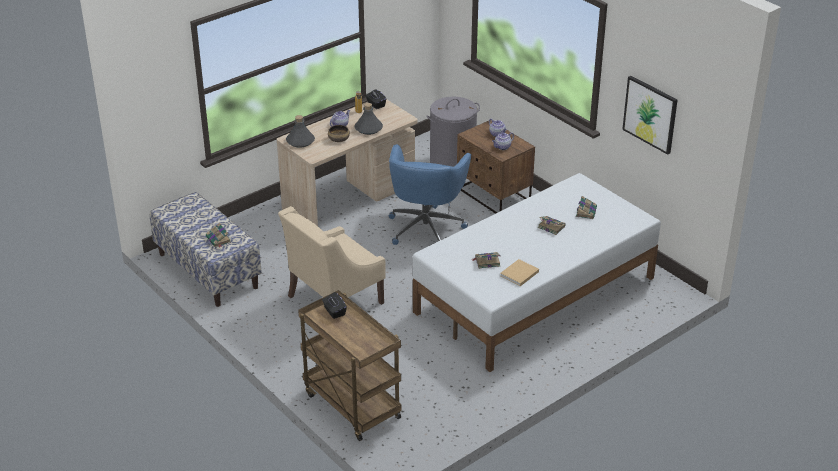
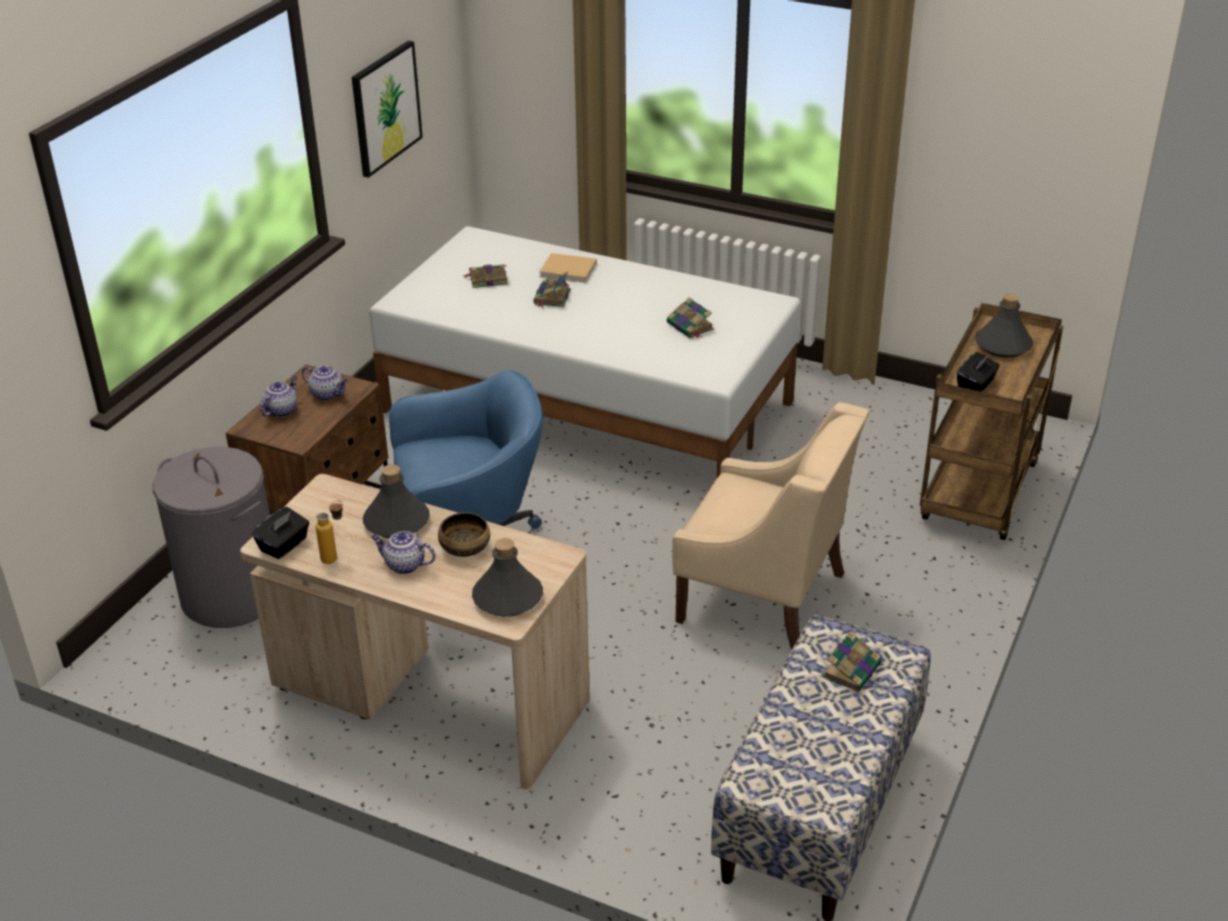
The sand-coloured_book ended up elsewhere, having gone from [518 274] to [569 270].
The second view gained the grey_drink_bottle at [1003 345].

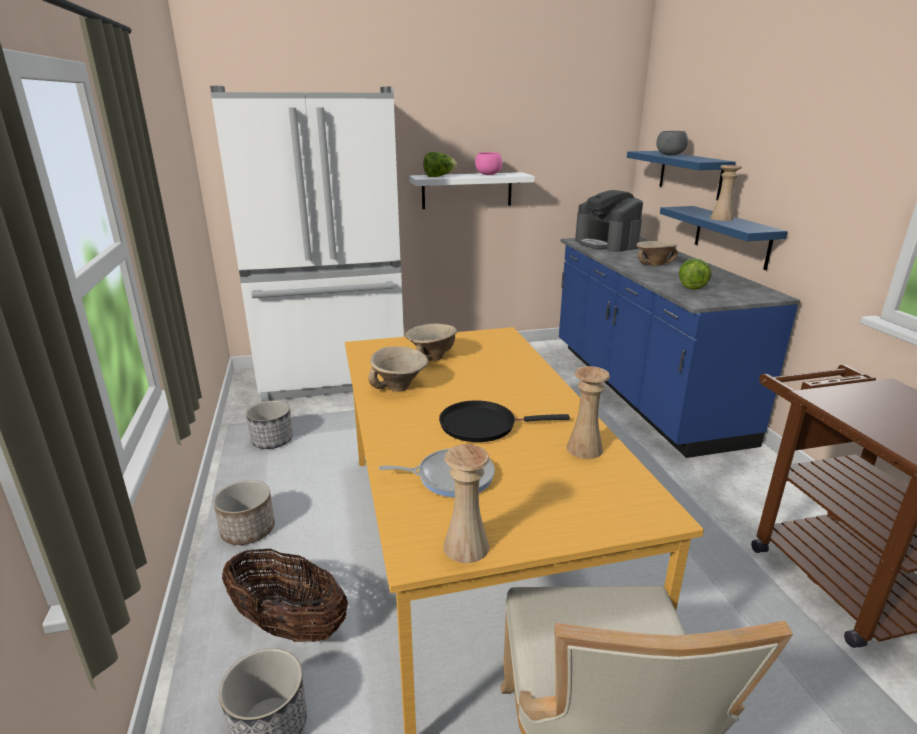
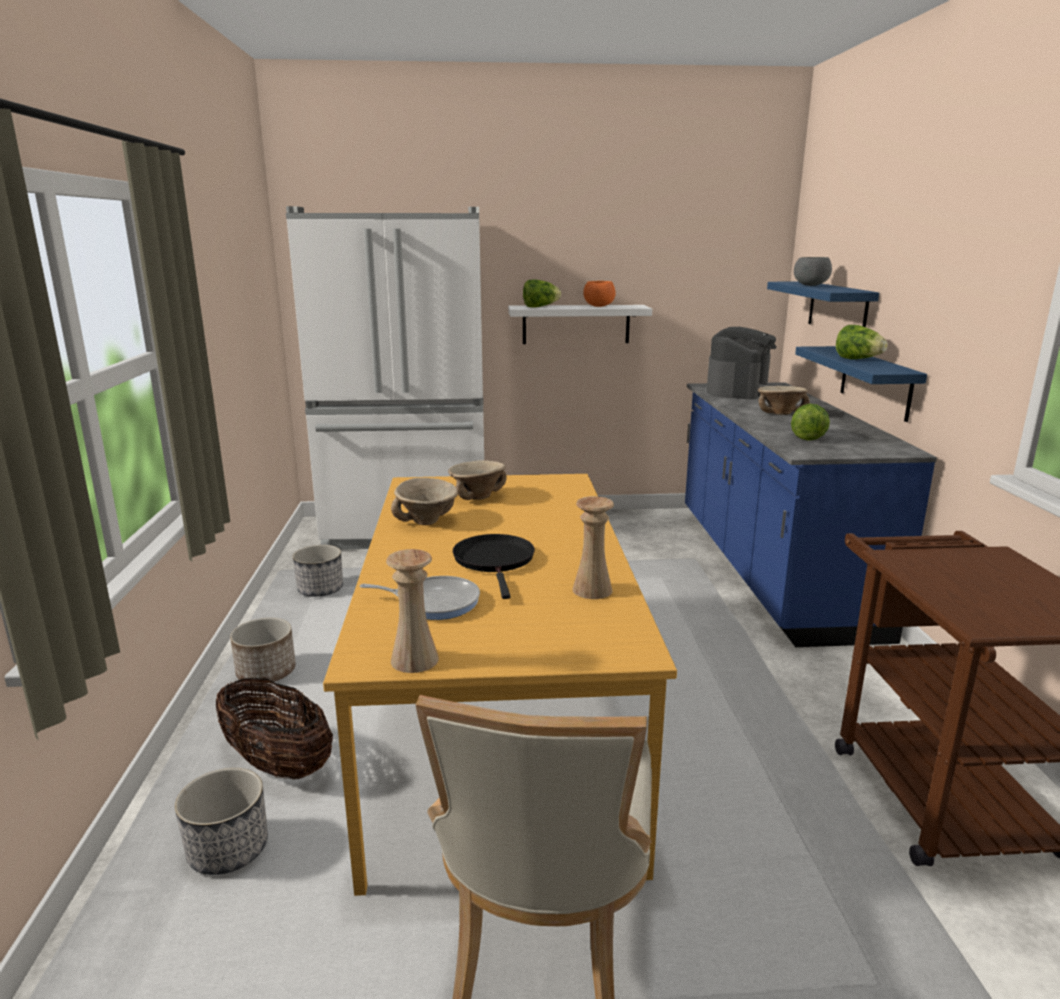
The black-coloured_skillet at [483 425] ended up facing another way, 75 degrees clockwise from before.
What was the pink-coloured_serving_bowl at [488 175] turned into the orangey_serving_bowl at [598 306].
The coffee_machine at [607 244] ended up facing another way, 135 degrees counterclockwise from before.
Where the sand-coloured_flower_vase stood at [721 218], the head_of_lettuce came to stand at [858 359].

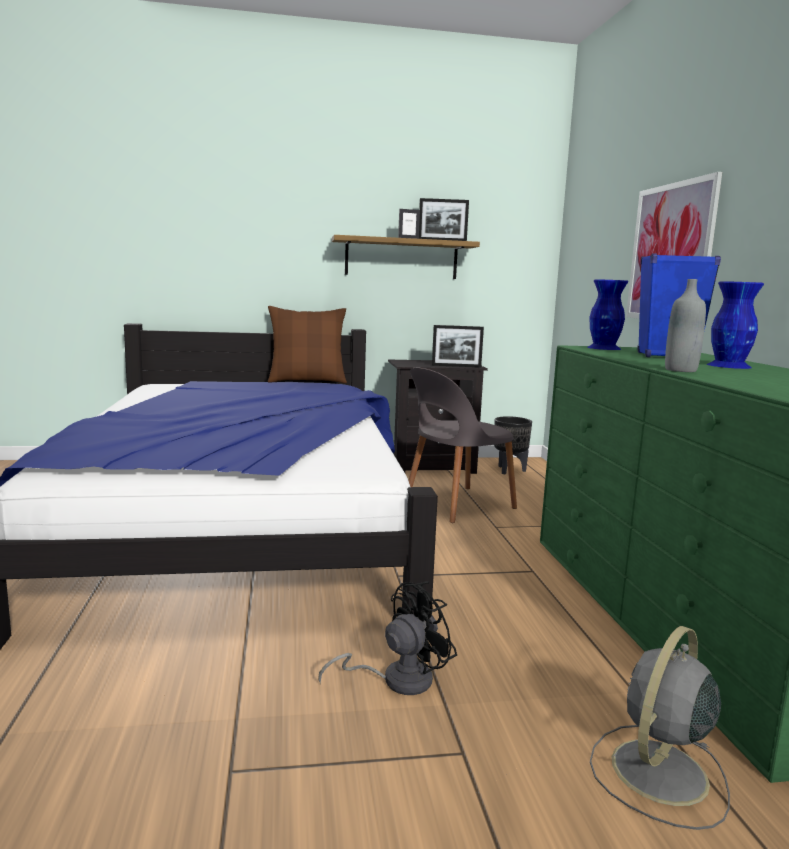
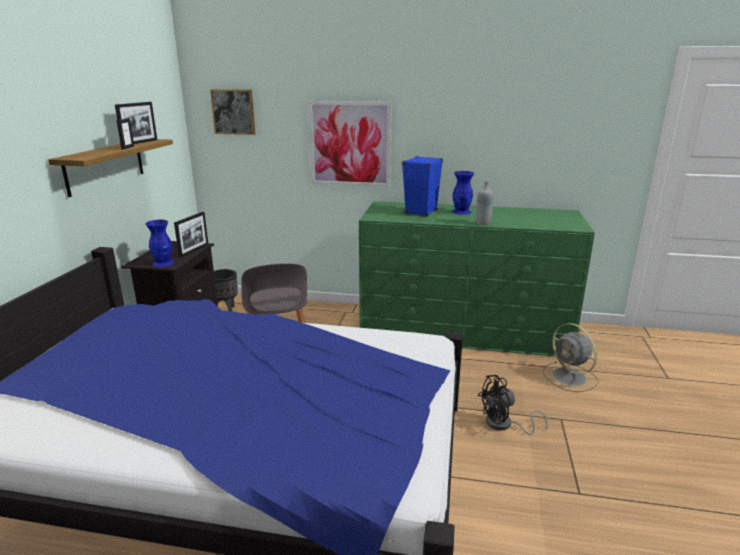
The second view lost the brown-coloured_pillow at [307 381].
The black-coloured_fan at [396 680] ended up facing another way, 90 degrees counterclockwise from before.
The blue-coloured_flower_vase ended up elsewhere, having gone from [604 348] to [163 263].
The second view gained the wall_picture at [233 112].

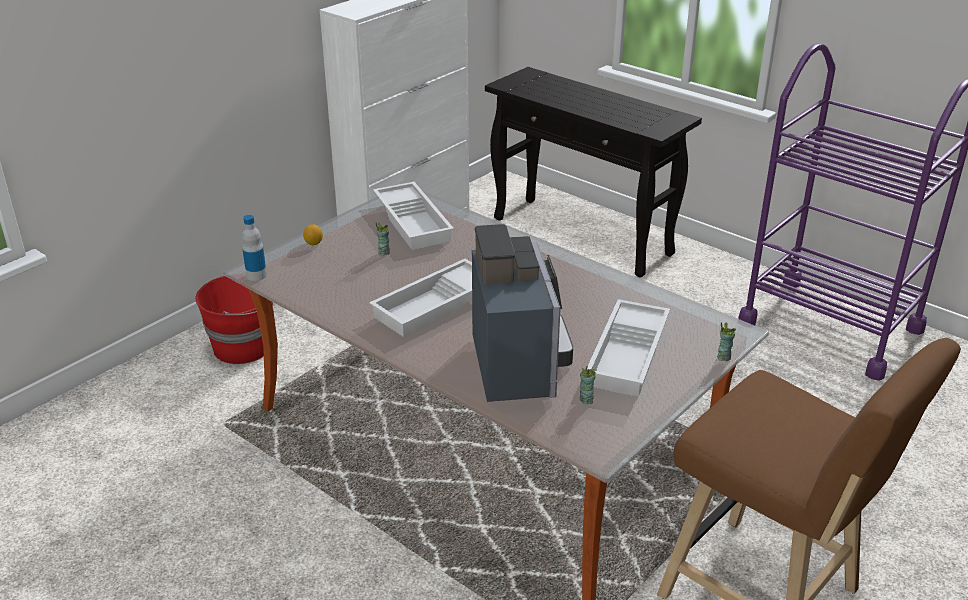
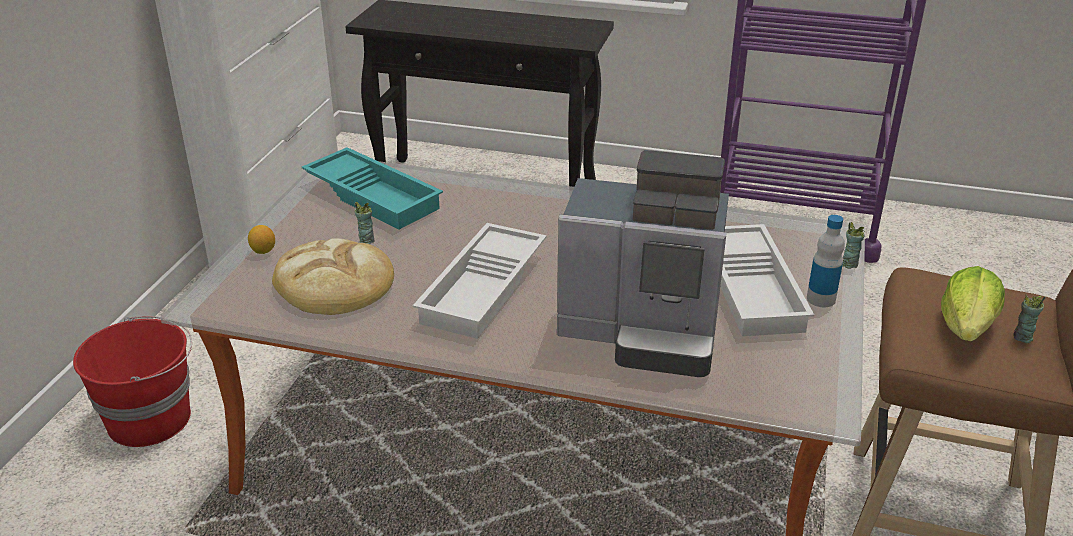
The drink_bottle ended up elsewhere, having gone from [256 275] to [821 299].
What was the whitish_serving_tray at [414 221] turned into the blue-green_serving_tray at [375 195].
The coffee_machine at [519 364] ended up facing another way, 135 degrees clockwise from before.
The drinking_cup ended up elsewhere, having gone from [586 399] to [1022 337].
The second view gained the bread at [334 283].
The second view gained the head_of_lettuce at [966 328].

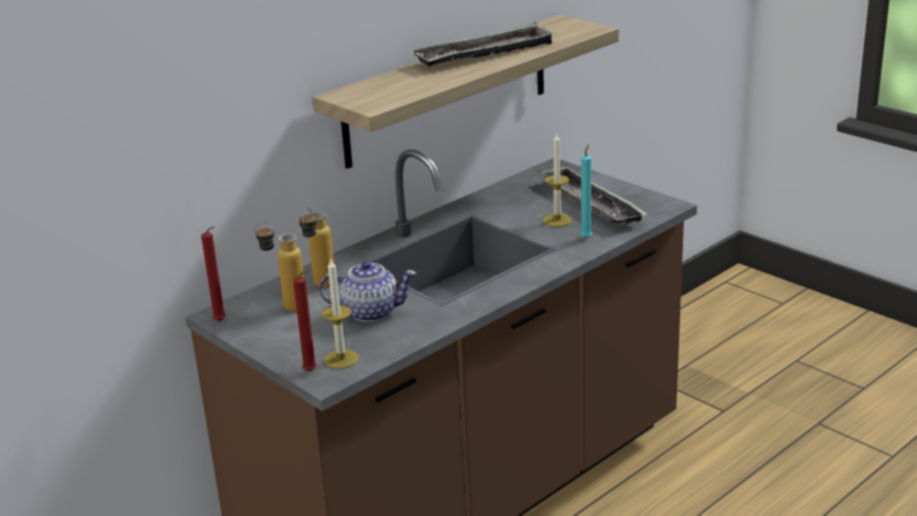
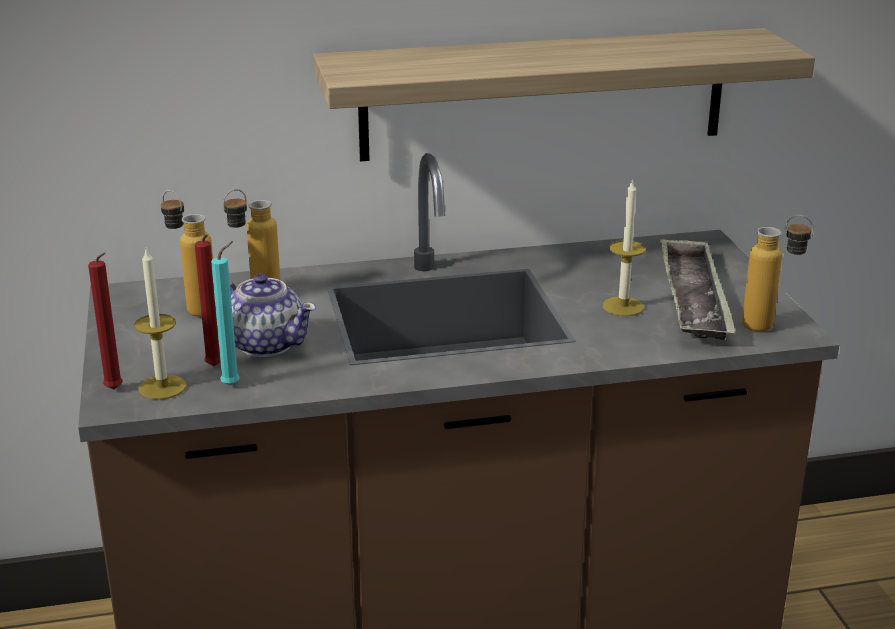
The reddish_wax_candle ended up elsewhere, having gone from [221 322] to [215 367].
The second view lost the serving_tray at [485 54].
The blue-green_wax_candle ended up elsewhere, having gone from [586 237] to [233 384].
The second view gained the drink_bottle at [770 328].

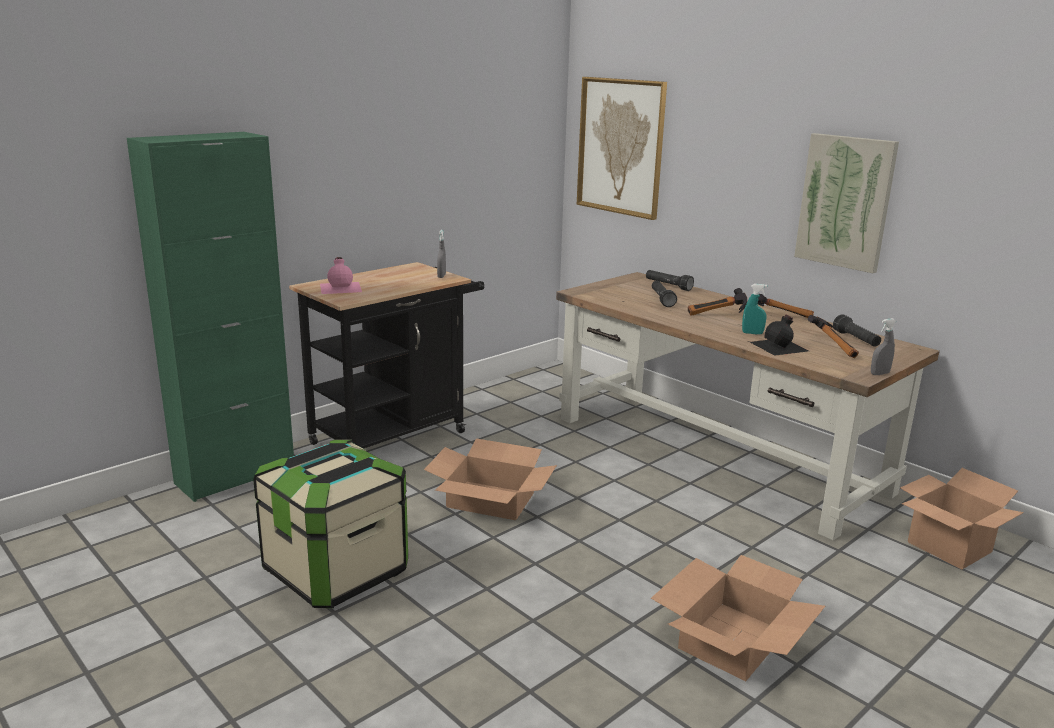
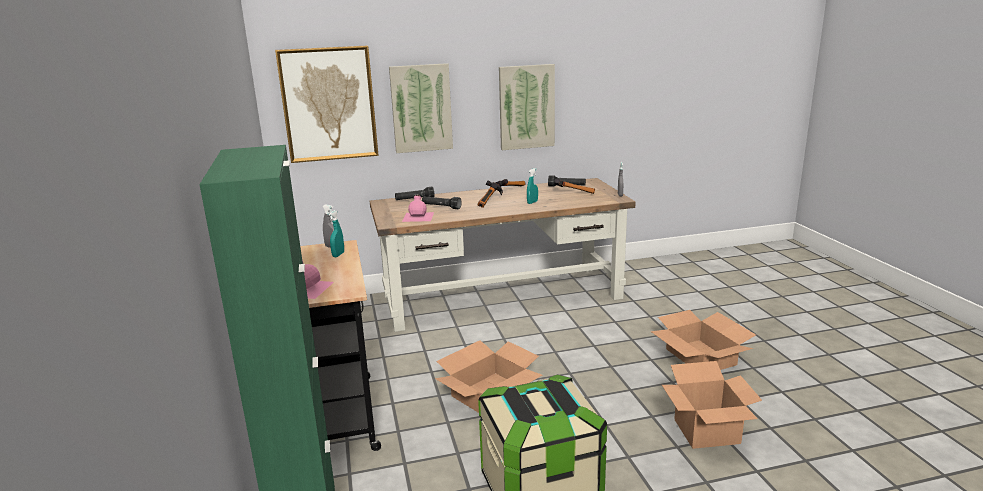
The second view lost the black-coloured_drink_bottle at [780 346].
The cardboard_box ended up elsewhere, having gone from [950 547] to [707 431].
The second view gained the blue-green_hand_sprayer at [338 255].
The second view gained the wall_picture at [421 108].
The second view gained the pink-coloured_drink_bottle at [418 216].

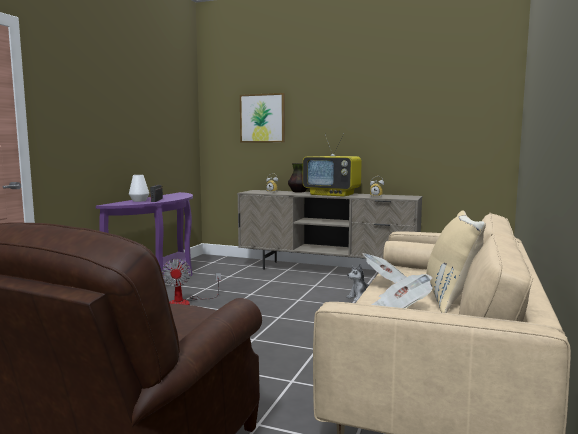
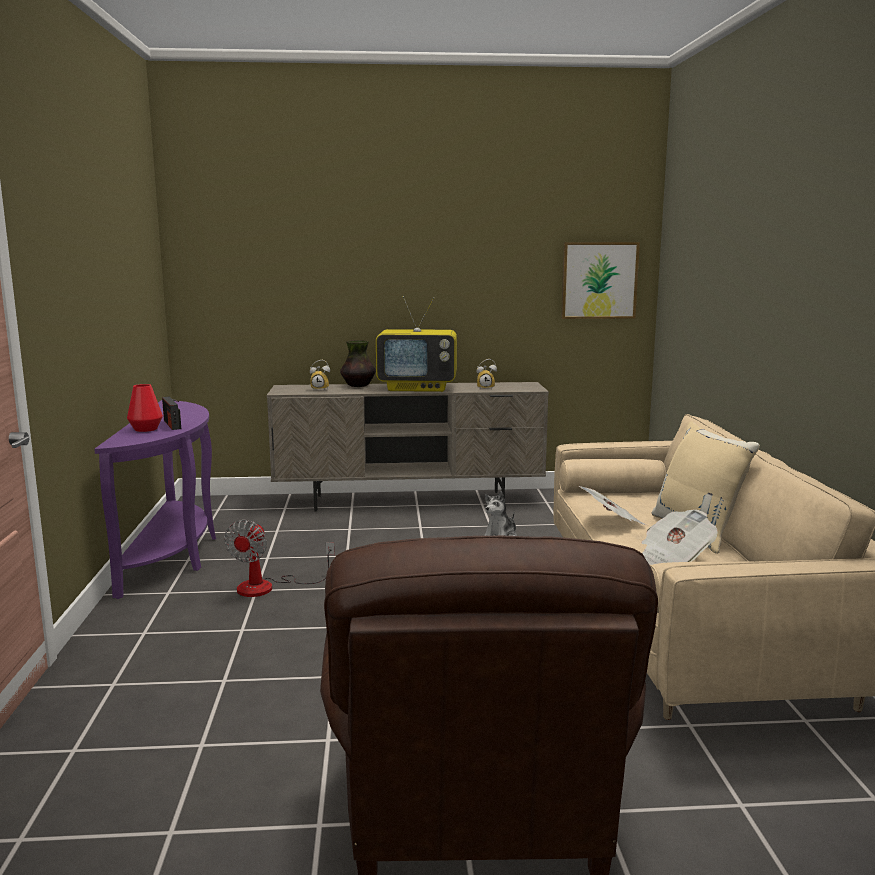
What was the whitish_flower_vase at [139 201] turned into the reddish_flower_vase at [146 429].
The fan at [186 303] ended up facing another way, 45 degrees clockwise from before.
The wall_picture ended up elsewhere, having gone from [262 118] to [599 280].

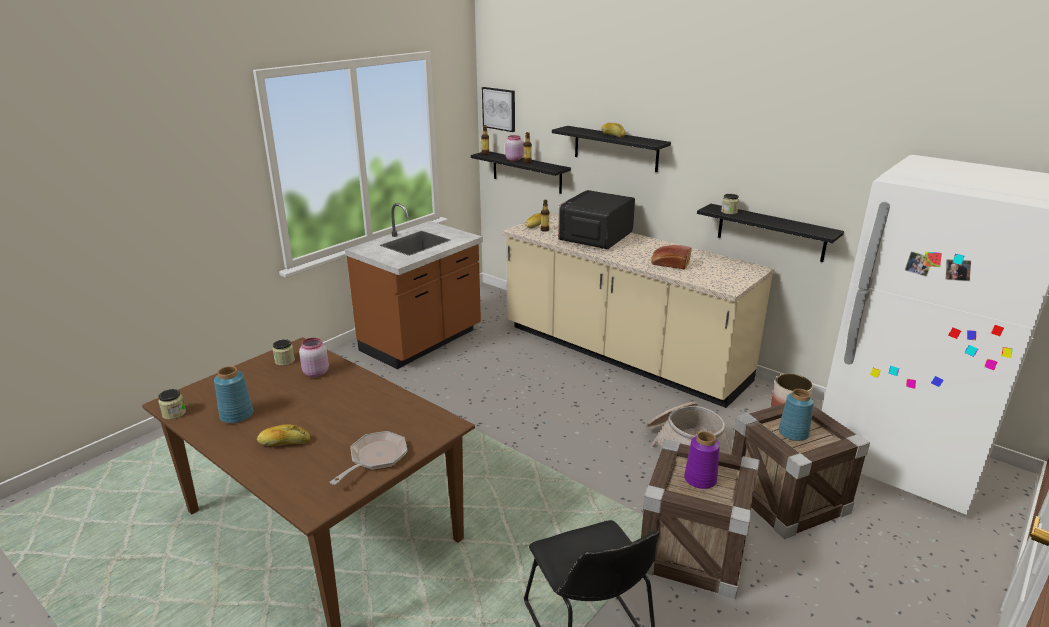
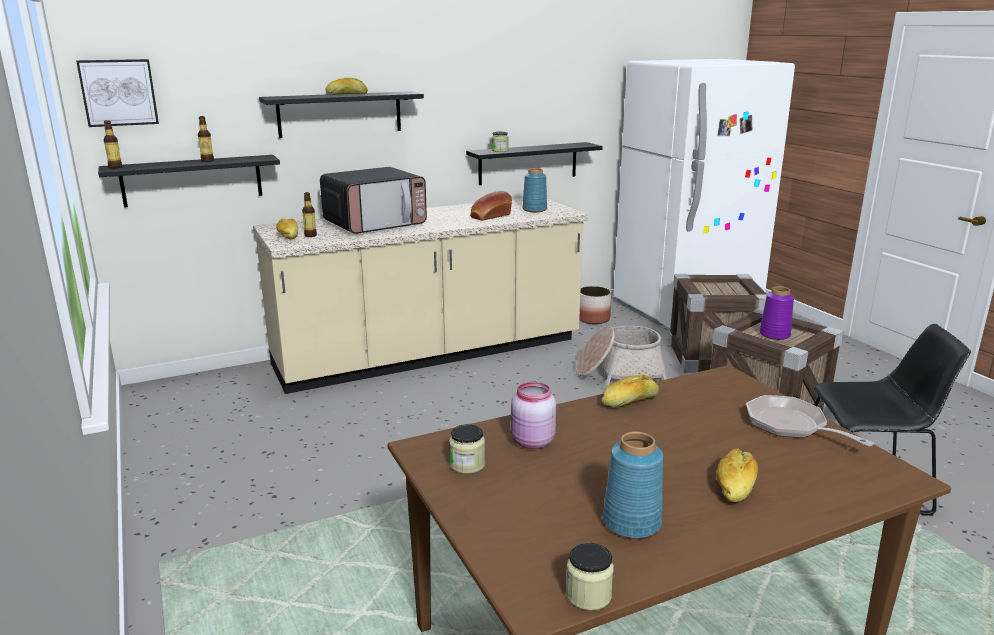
The second view lost the brown-coloured_kitchen_base_unit at [422 342].
The second view lost the pink-coloured_storage_jar at [514 159].
The microwave_oven at [595 238] ended up facing another way, 90 degrees counterclockwise from before.
The blue-coloured_flower_vase ended up elsewhere, having gone from [793 433] to [534 210].
The second view gained the bread at [630 401].

